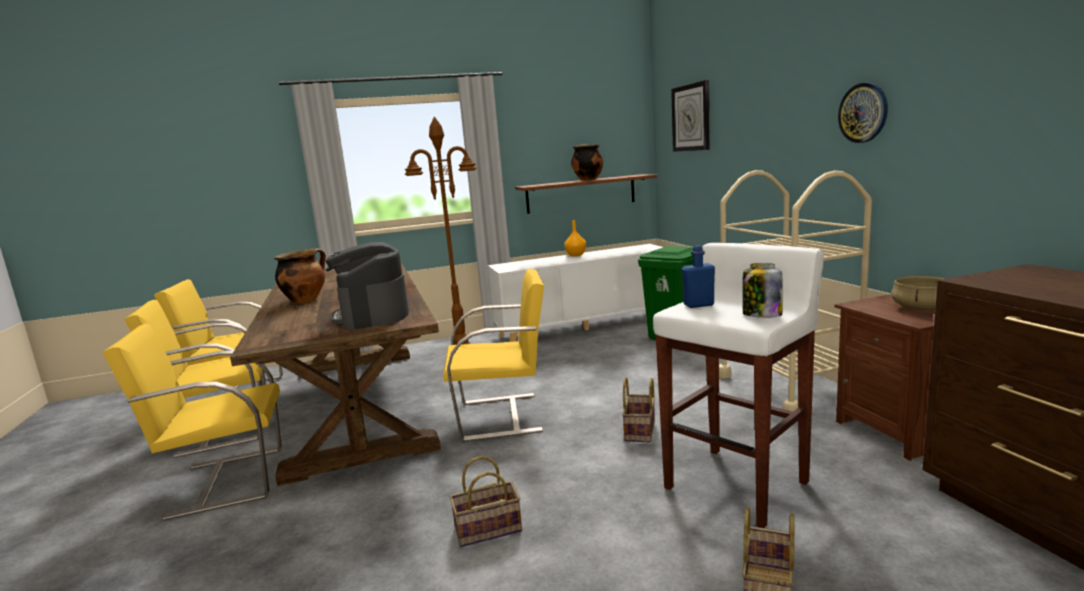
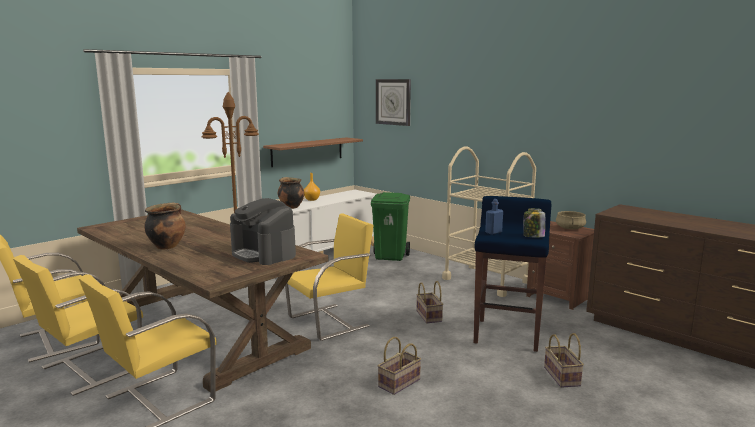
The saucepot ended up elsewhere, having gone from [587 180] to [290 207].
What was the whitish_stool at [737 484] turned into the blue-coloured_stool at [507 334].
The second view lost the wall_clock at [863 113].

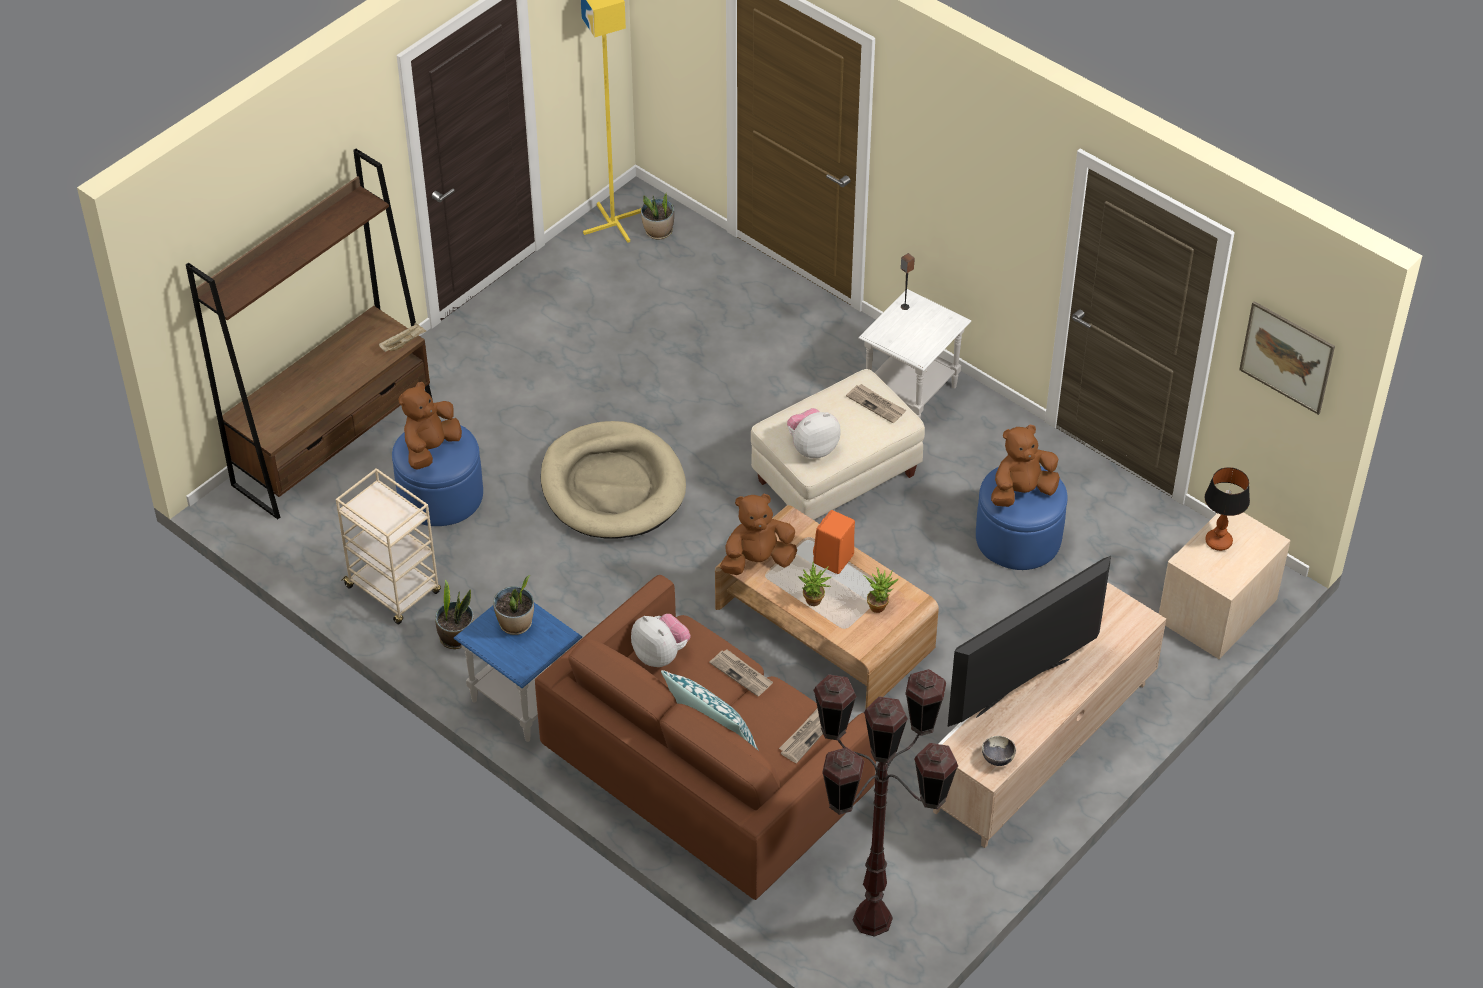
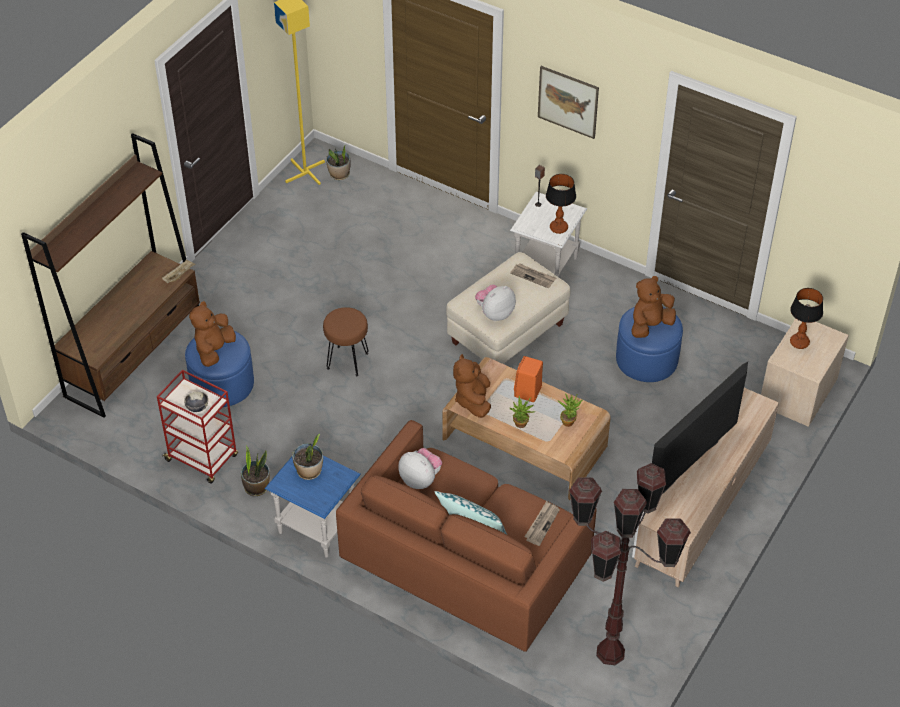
What was the sand-coloured_wheeled_cart at [394 590] turned into the reddish_wheeled_cart at [202 459].
Where the sand-coloured_pet_bed stood at [612 486], the brown-coloured_stool came to stand at [347 360].
The second view lost the daily_paper at [742 674].
The brown-coloured_soft_toy at [757 561] ended up facing another way, 60 degrees counterclockwise from before.
The serving_bowl ended up elsewhere, having gone from [997 759] to [197 408].
The wall_picture ended up elsewhere, having gone from [1287 357] to [568 102].
The second view gained the table_lamp at [558 228].

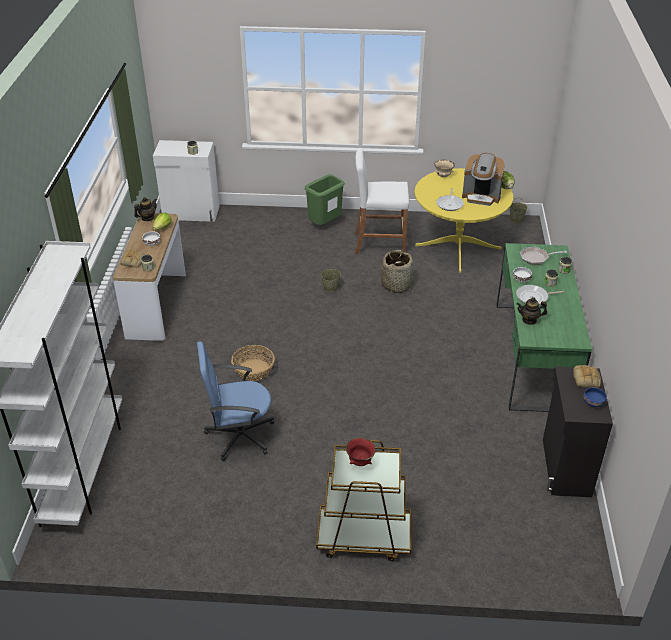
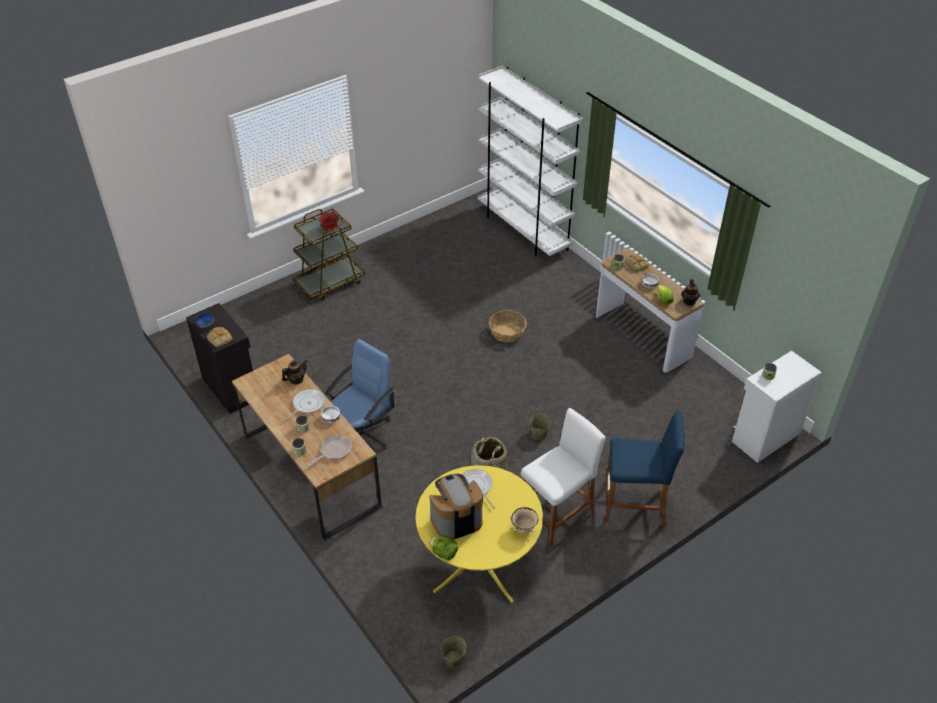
The blue-coloured_desk_chair ended up elsewhere, having gone from [239 435] to [362 433].
Where the green-coloured_trash_can stood at [324 225], the blue-coloured_stool came to stand at [635 506].
What was the green-coloured_desk_table at [533 355] turned into the brown-coloured_desk_table at [311 470].

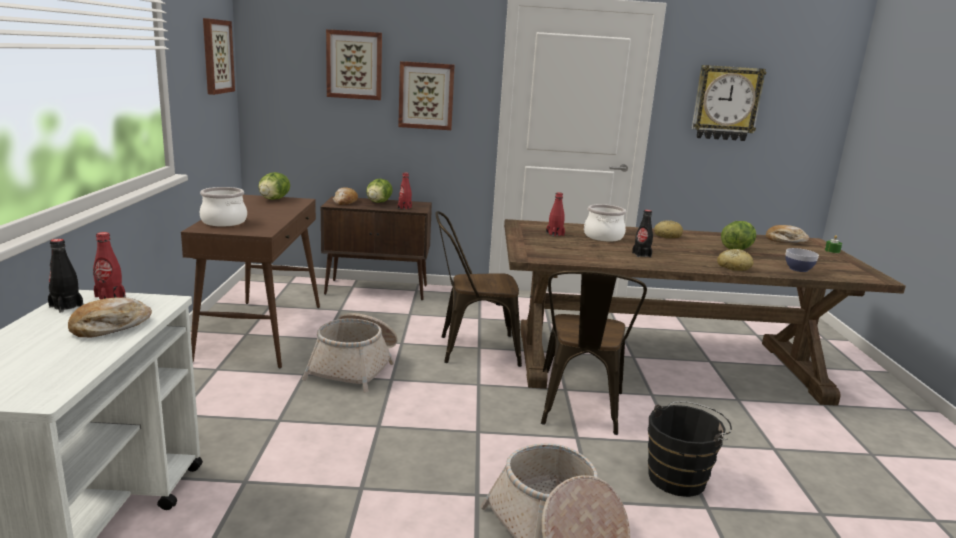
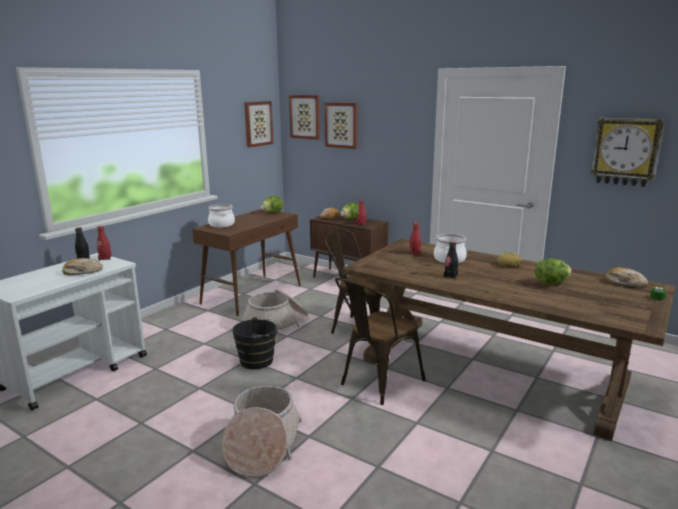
The wall_picture ended up elsewhere, having gone from [426 96] to [305 117].
The black-coloured_bucket ended up elsewhere, having gone from [680 477] to [259 361].
The second view lost the bread at [733 267].
The second view lost the serving_bowl at [798 269].

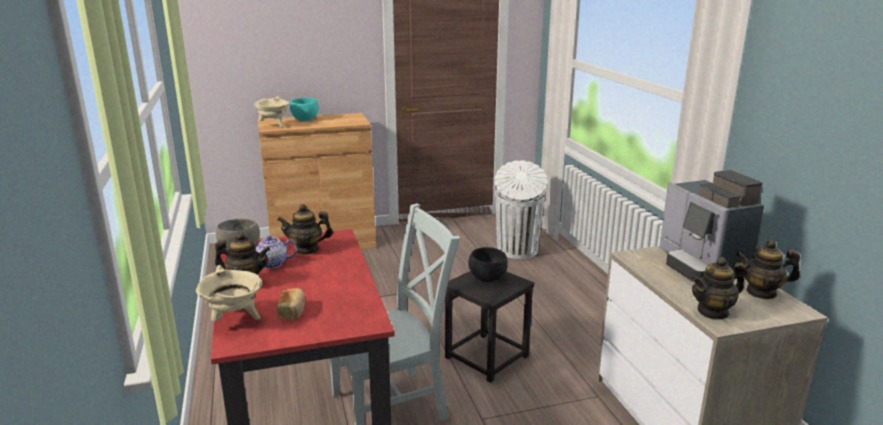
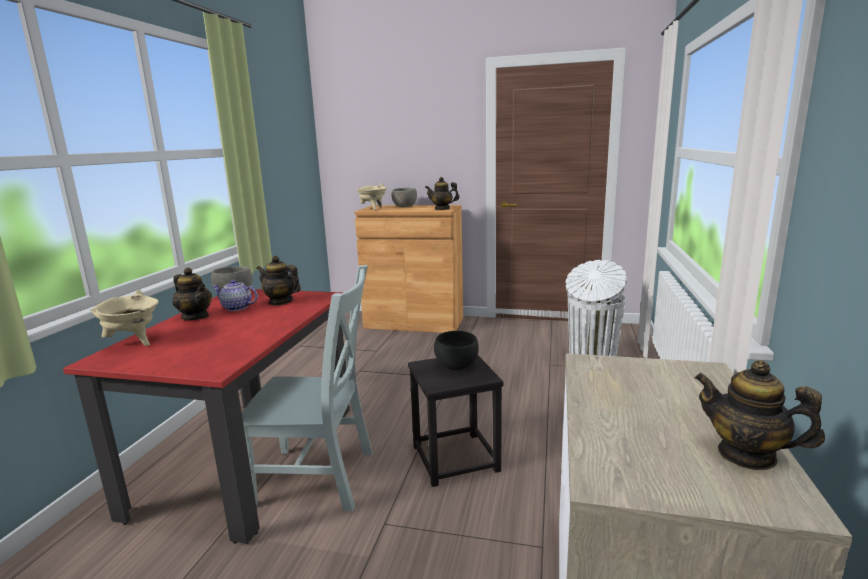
The second view lost the bread at [292 311].
What was the blue-green_serving_bowl at [304 120] turned into the grey_serving_bowl at [404 207].
The second view lost the coffee_machine at [700 265].
The pot_for_tea ended up elsewhere, having gone from [713 312] to [442 209].

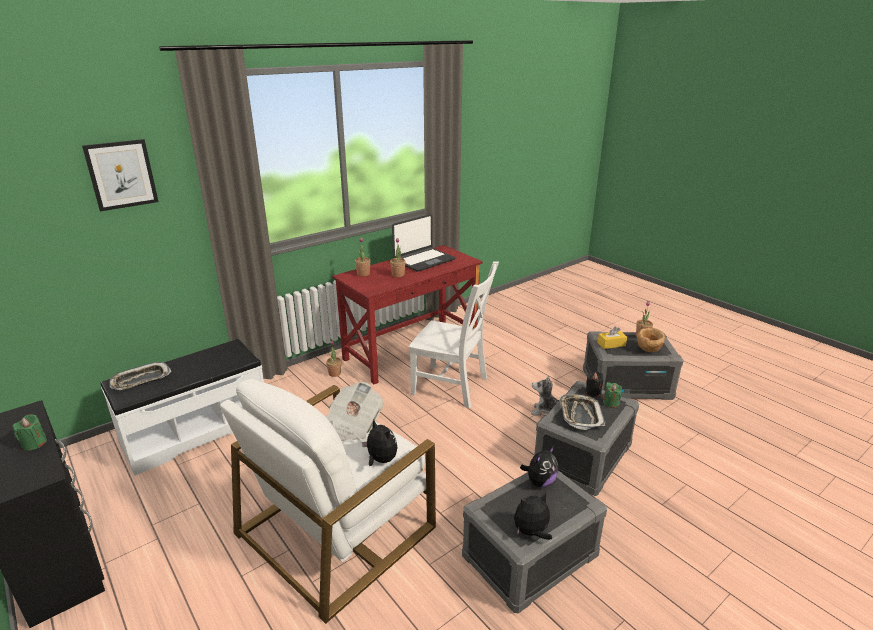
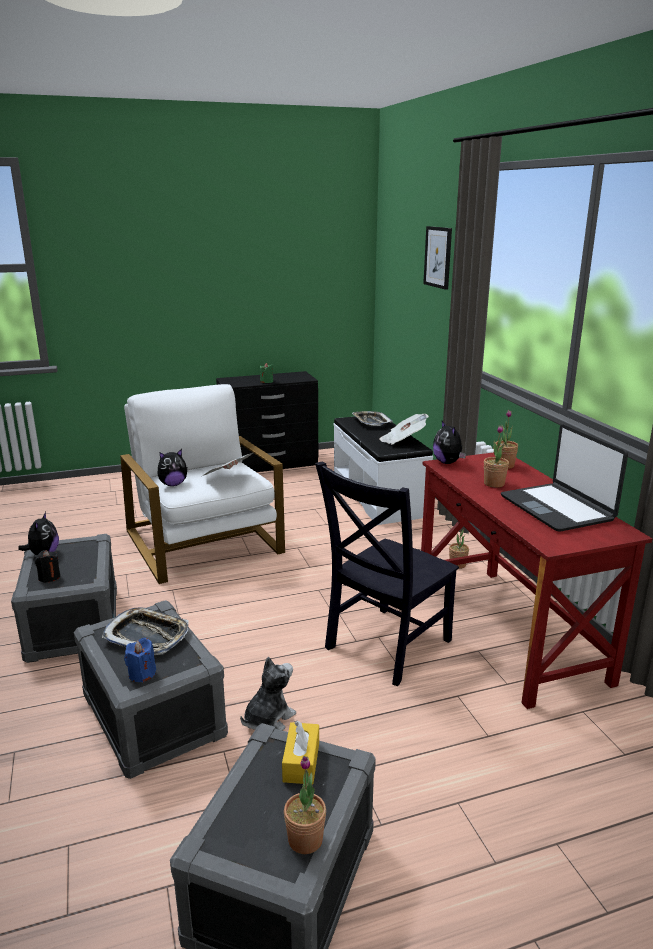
What was the whitish_chair at [453 387] turned into the black-coloured_chair at [385 646].
The soft_toy ended up elsewhere, having gone from [540 482] to [448 462].
The black-coloured_wax_candle ended up elsewhere, having gone from [593 392] to [49 577].
What was the green-coloured_wax_candle at [611 403] turned into the blue-coloured_wax_candle at [142 674].
The second view lost the brown-coloured_serving_bowl at [648 350].
The second view gained the daily_paper at [403 441].

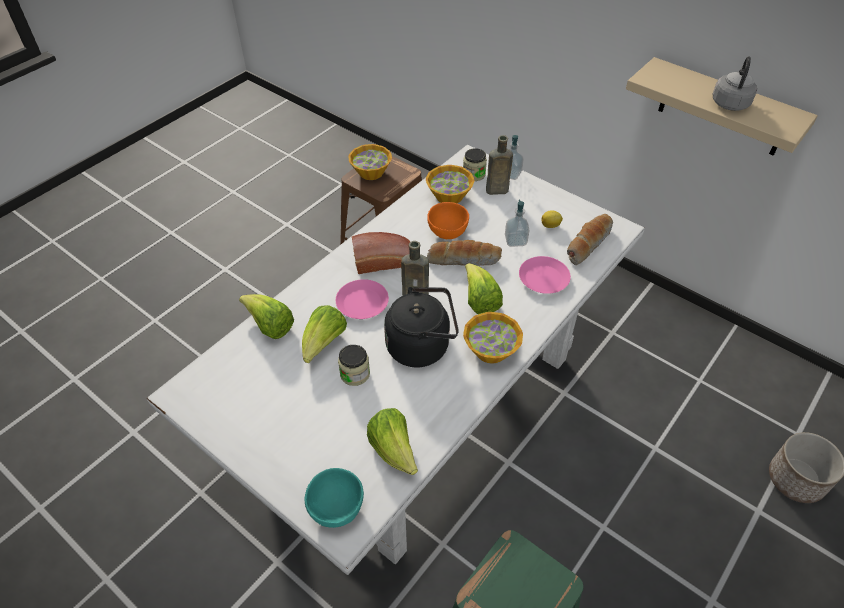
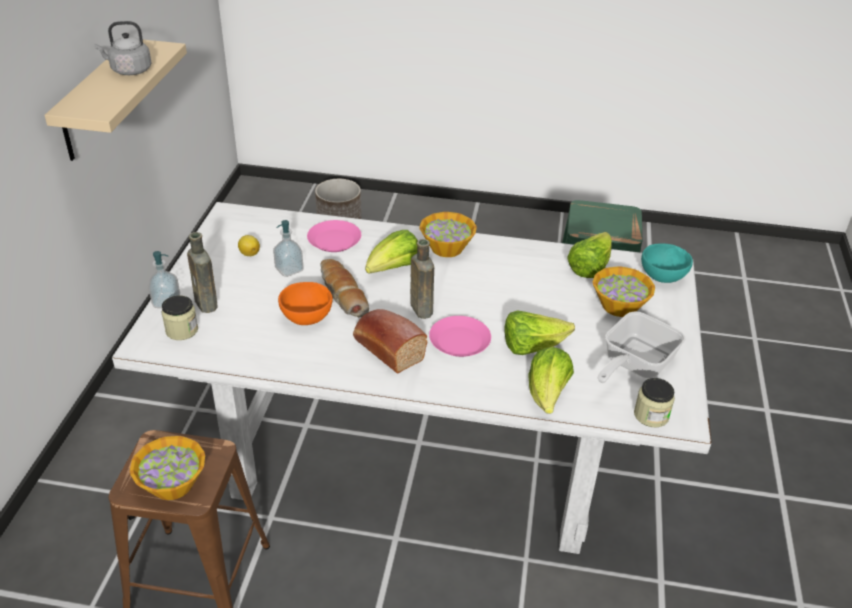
The storage_jar ended up elsewhere, having gone from [355 374] to [651 415].
The second view lost the black-coloured_tea_kettle at [422 345].
The serving_bowl ended up elsewhere, having gone from [449 196] to [619 306].
The second view lost the bread at [588 243].
The second view gained the skillet at [633 365].

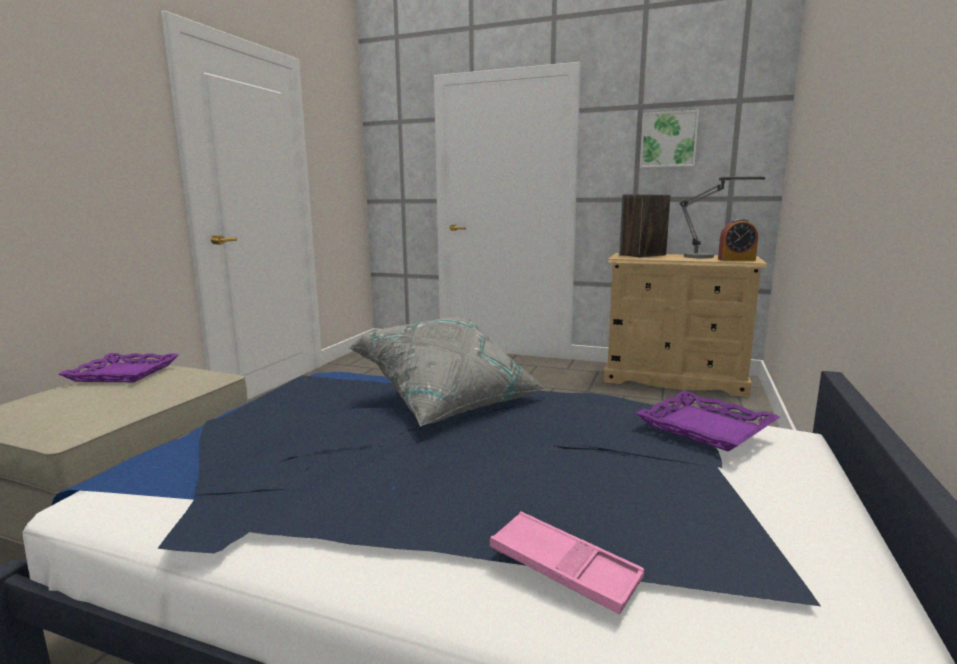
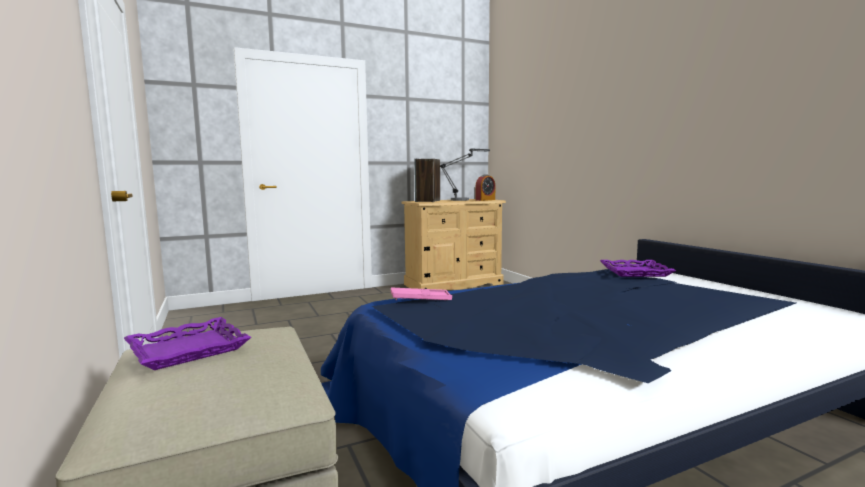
The second view lost the grey_pillow at [449 399].
The pink-coloured_serving_tray ended up elsewhere, having gone from [564 569] to [420 299].
The second view lost the wall_picture at [668 140].

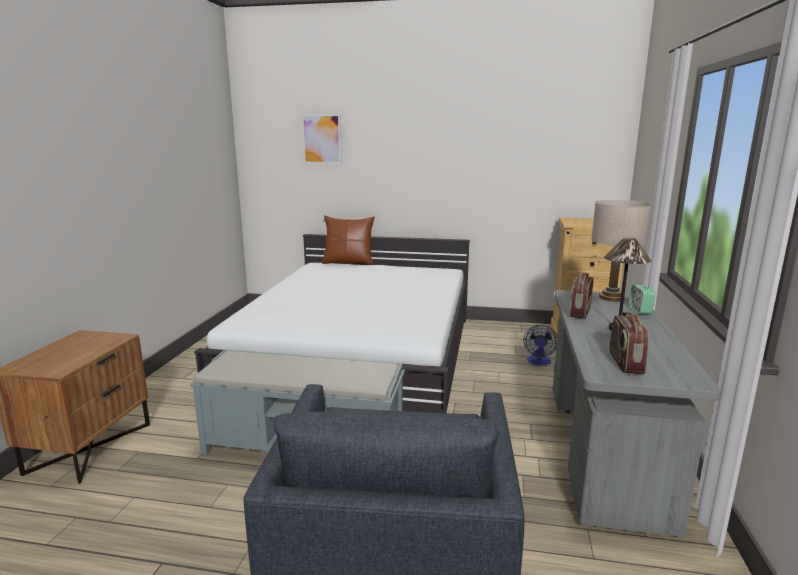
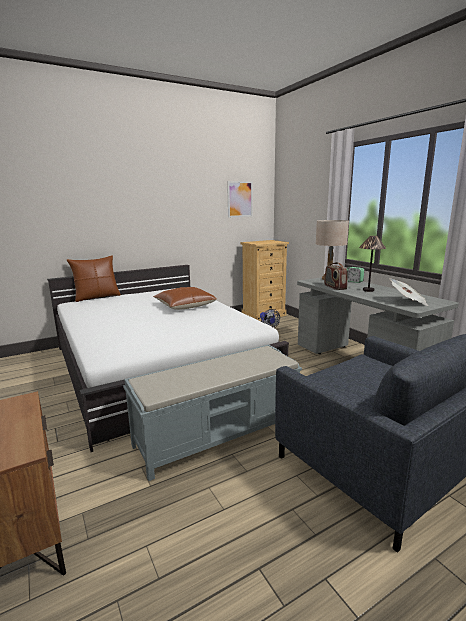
The wall_picture ended up elsewhere, having gone from [321 139] to [240 199].
Where the radio_set stood at [625 363], the daily_paper came to stand at [408 302].
The second view gained the brown-coloured_pillow at [185 306].

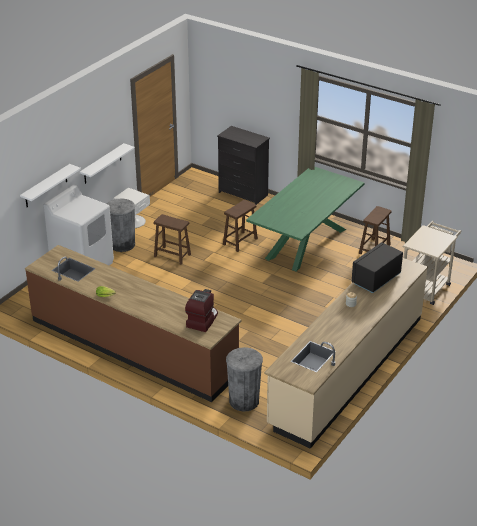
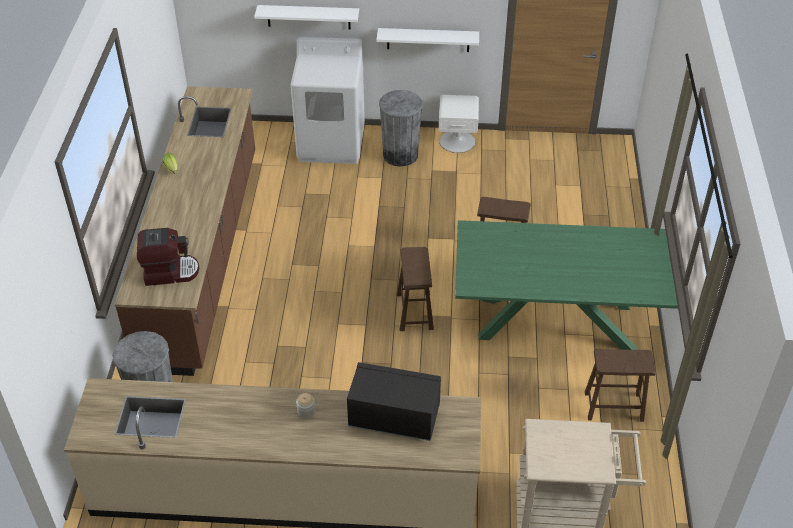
The brown-coloured_stool ended up elsewhere, having gone from [172 255] to [414 311].
The second view lost the black-coloured_dresser at [243 194].

